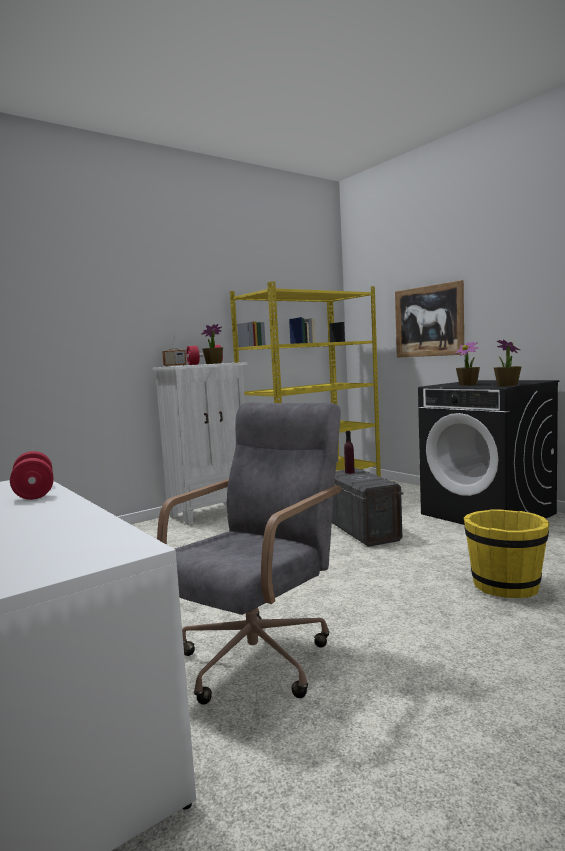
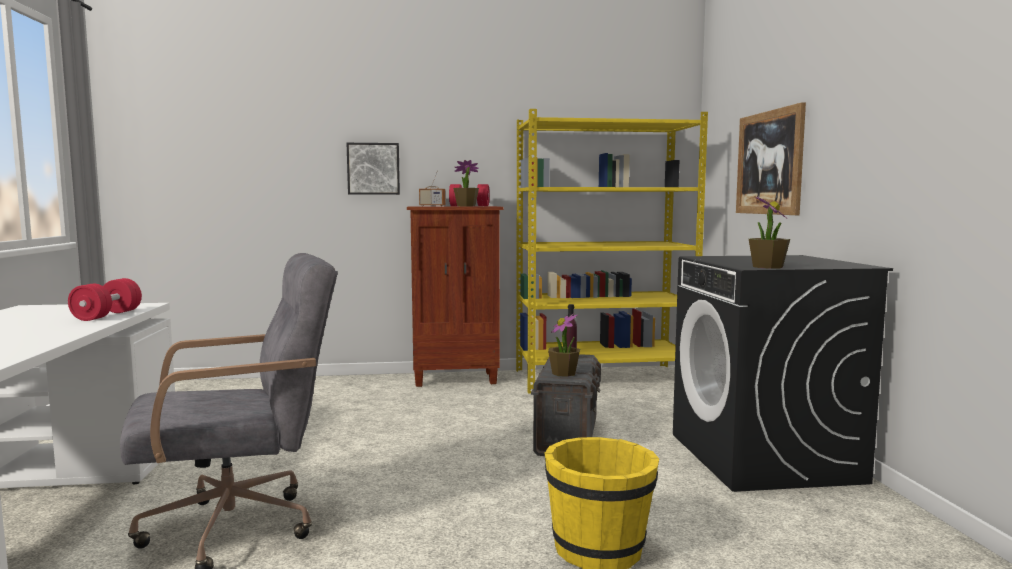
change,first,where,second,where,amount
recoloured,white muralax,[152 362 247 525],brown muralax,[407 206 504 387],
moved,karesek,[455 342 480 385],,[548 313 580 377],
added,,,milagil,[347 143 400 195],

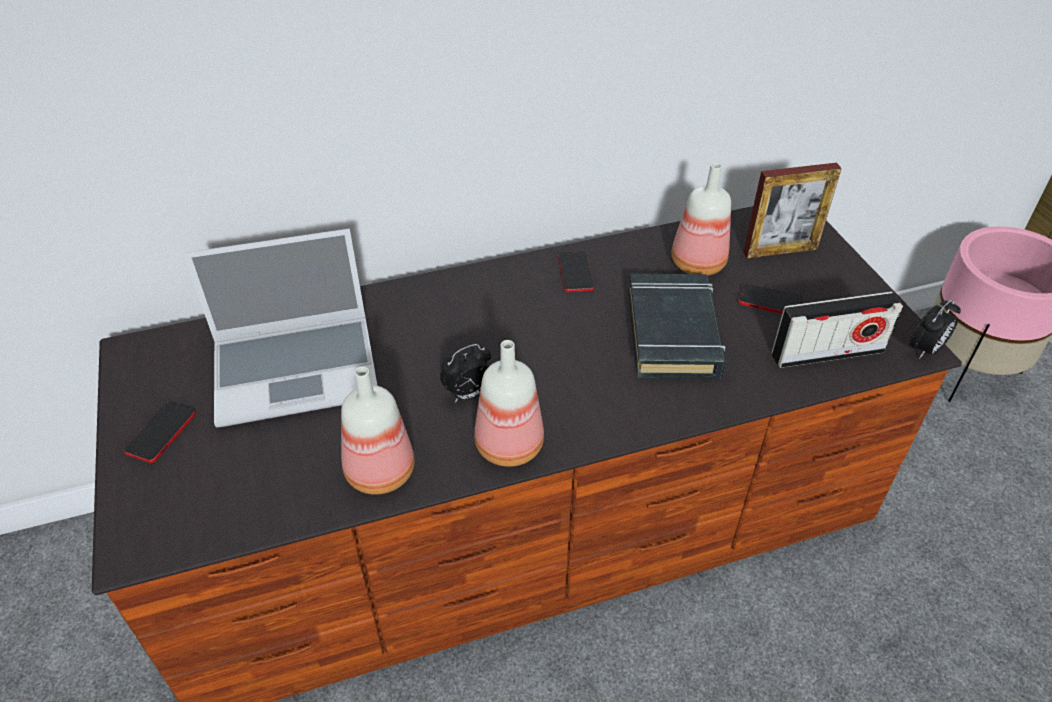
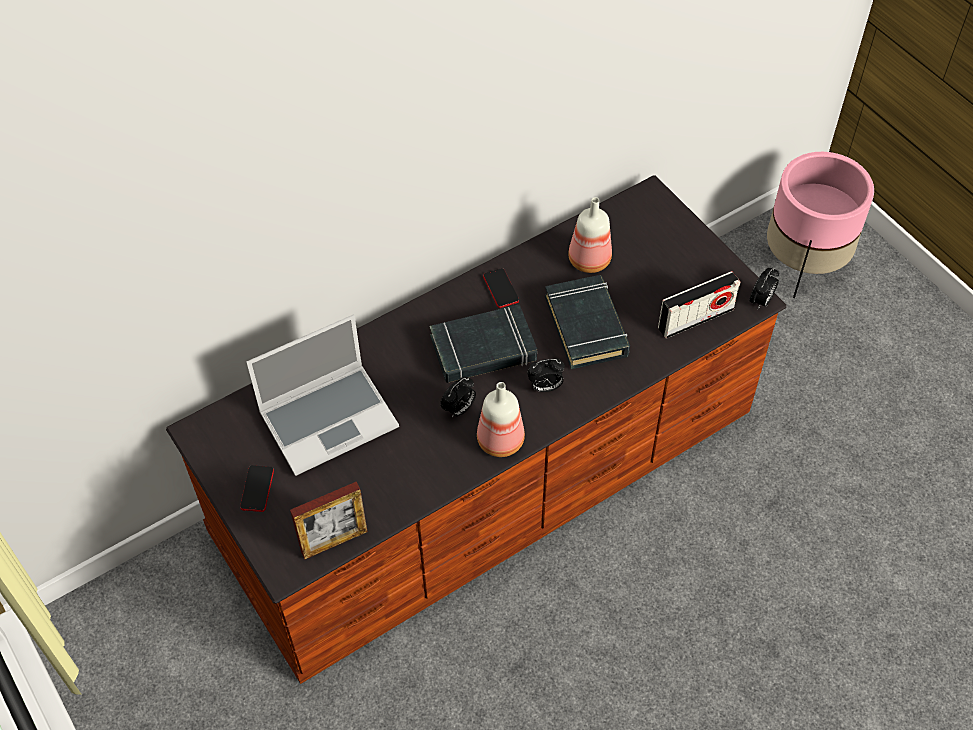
change,first,where,second,where,amount
removed,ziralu,[341 366 415 495],,,
removed,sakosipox,[738 283 803 314],,,
moved,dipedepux,[743 163 842 259],,[290 482 368 559],
added,,,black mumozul,[430 304 537 383],
added,,,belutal,[527 358 565 392],

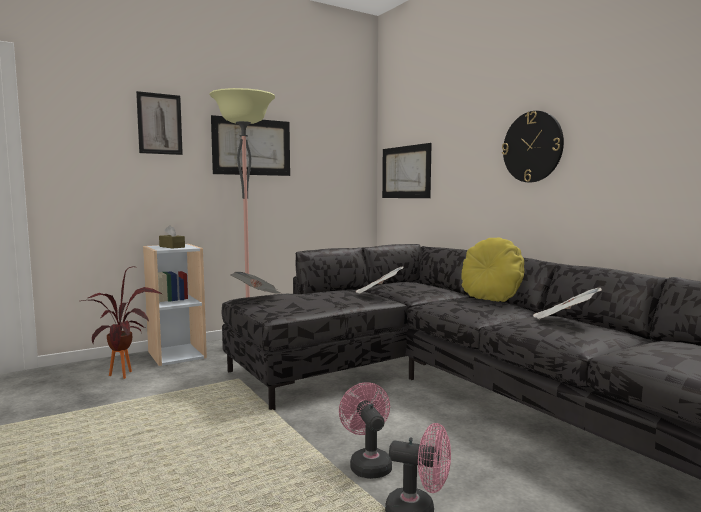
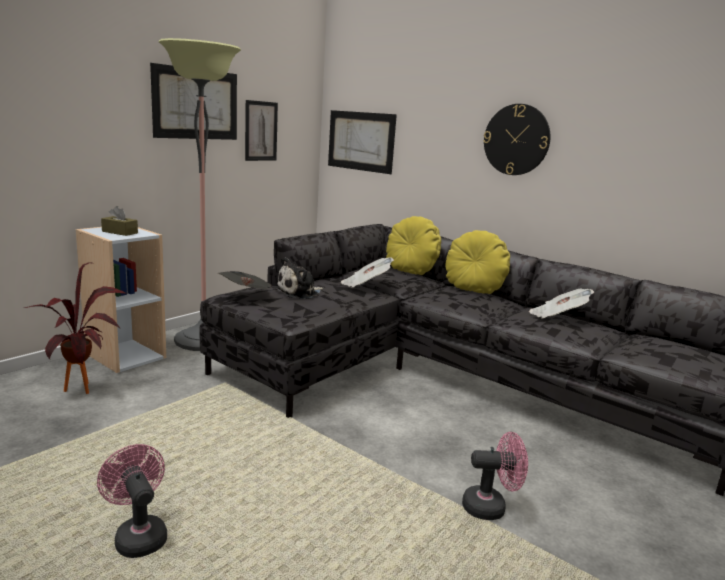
change,first,where,second,where,amount
moved,milagil,[136 91 183 155],,[245 100 278 161],
moved,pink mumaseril,[339 382 392 479],,[97 444 167 558],
added,,,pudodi,[275 257 324 299],
added,,,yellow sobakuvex,[386 216 441 275],

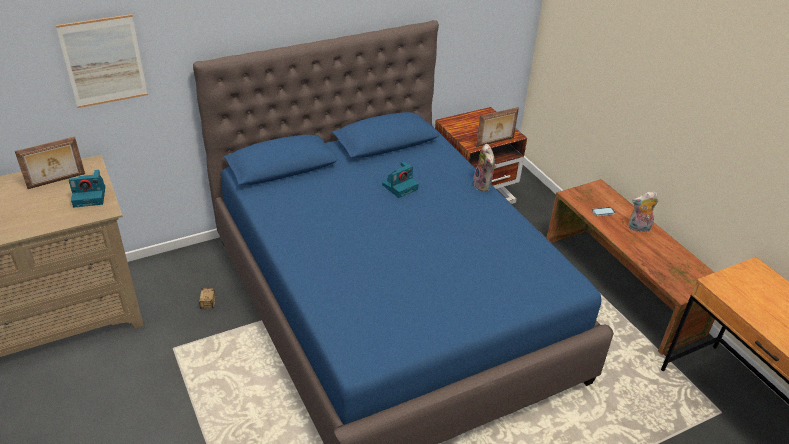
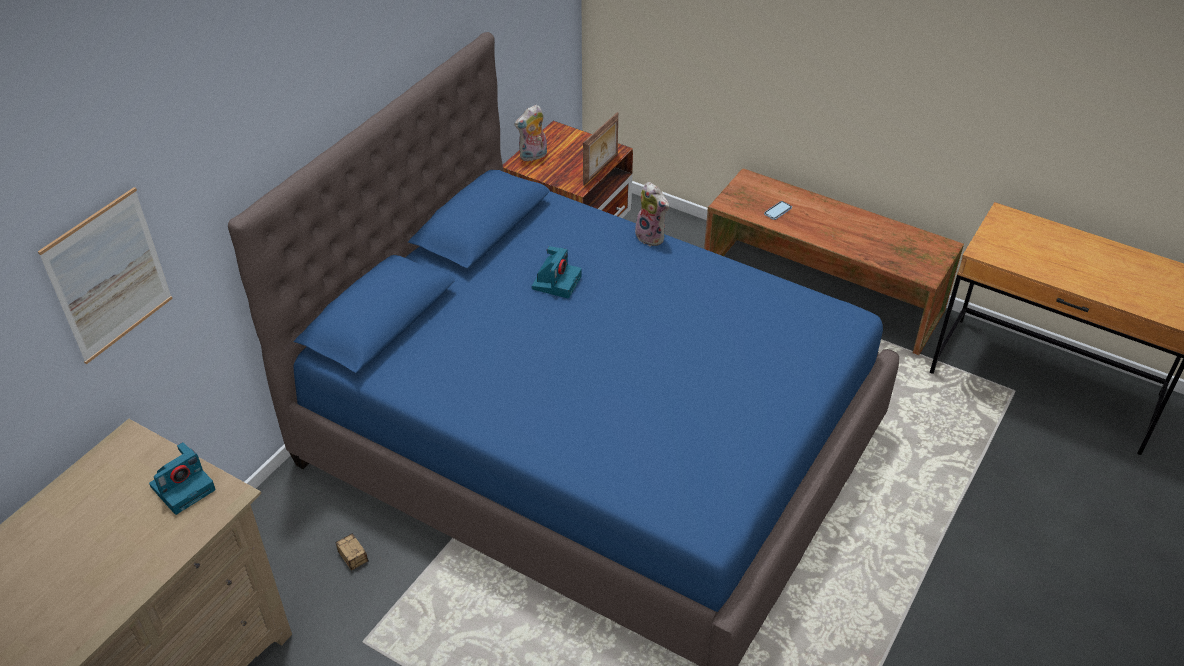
change,first,where,second,where,amount
removed,dipedepux,[15 137 85 189],,,
moved,pudodi,[629 191 658 232],,[514 105 547 161],

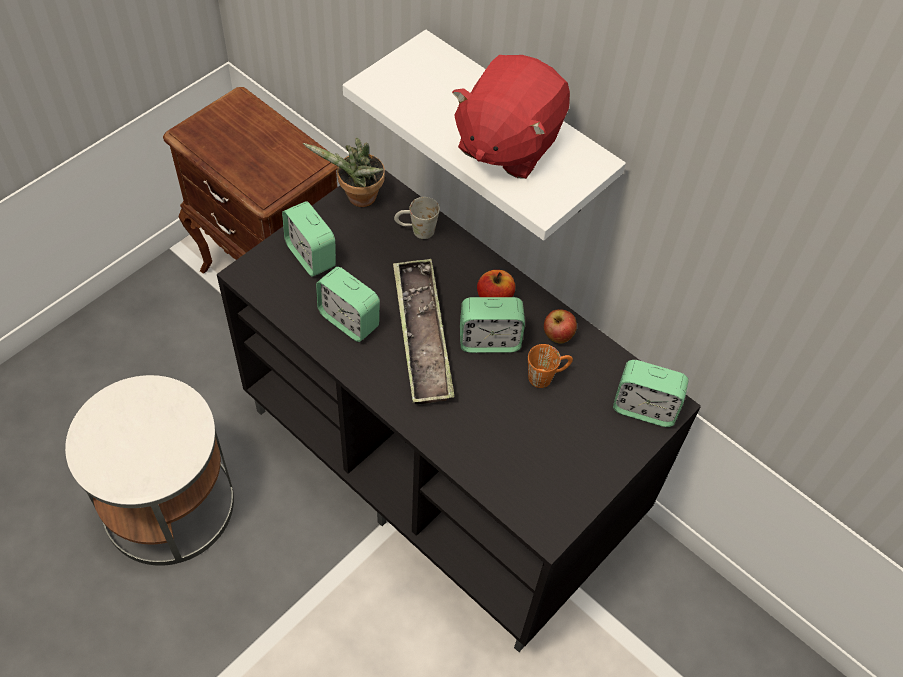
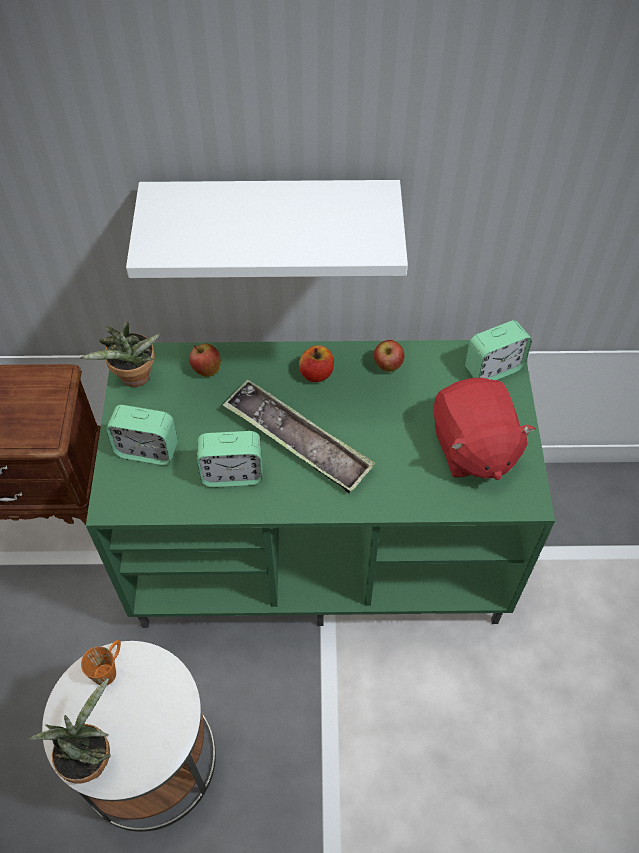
change,first,where,second,where,amount
recoloured,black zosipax,[217 170 701 652],green zosipax,[86 340 555 628],
replaced,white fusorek,[394 197 440 239],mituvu,[189 344 221 377],
moved,red pudodi,[452 55 570 179],,[434 377 535 480],
removed,belutal,[460 297 525 353],,,
moved,orange fusorek,[528 344 573 388],,[81 640 121 685],
added,,,karesek,[27 678 111 783],

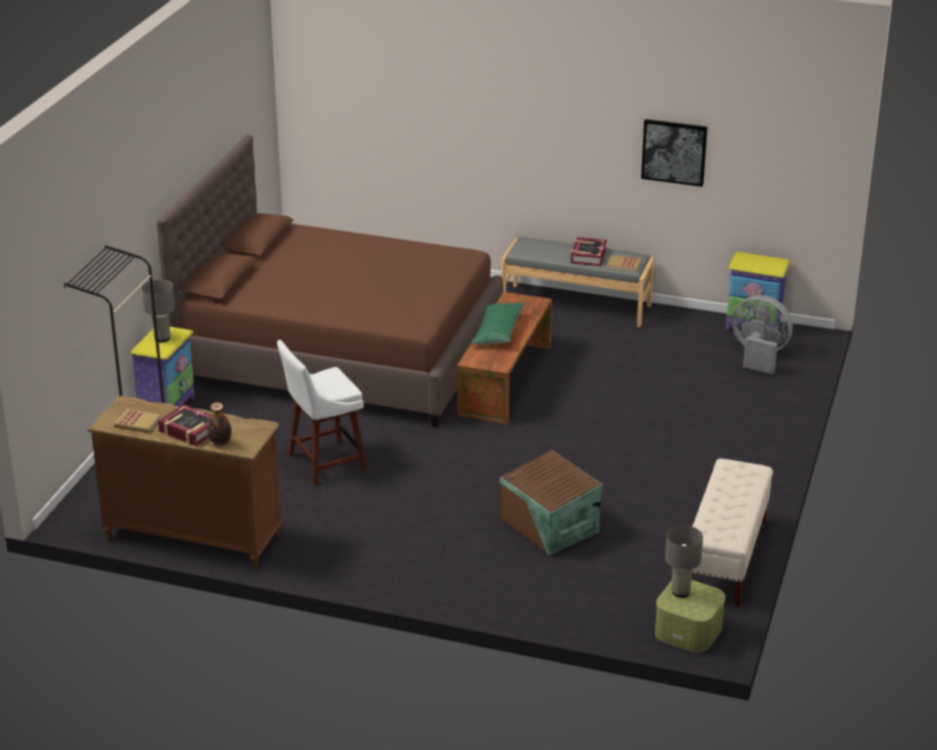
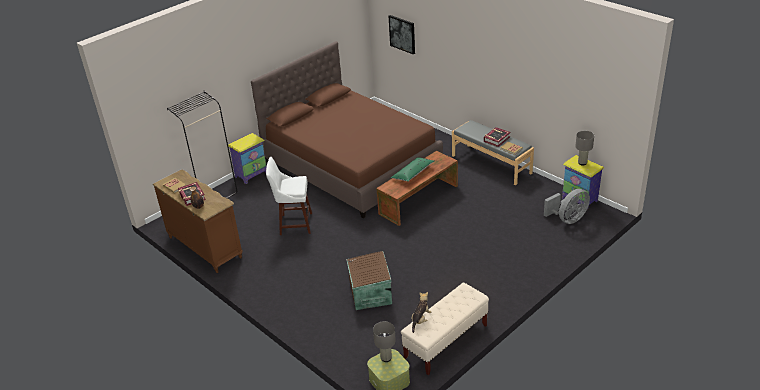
change,first,where,second,where,amount
moved,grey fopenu,[142 279 175 343],,[576 131 594 165],
moved,milagil,[641 119 708 187],,[389 15 415 55],
turned,grey mumaseril,[732 295 793 375],,[544 189 590 224],90 degrees clockwise
added,,,pudodi,[411 292 431 333],

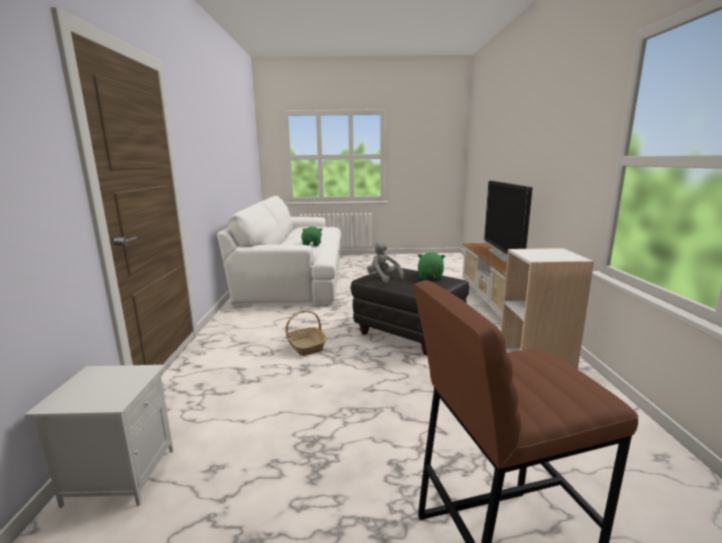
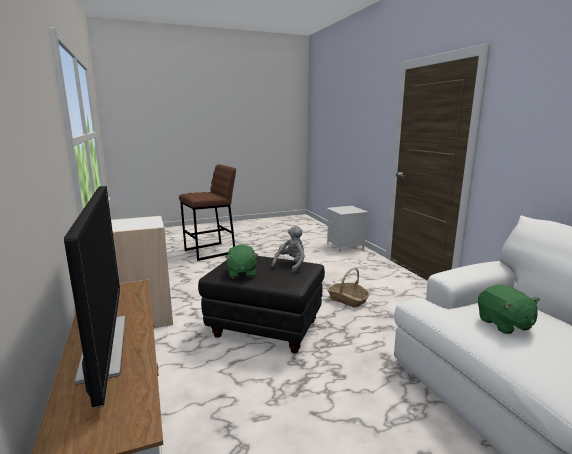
change,first,where,second,where,amount
turned,grey pudodi,[367 241 405 283],,[272 225 305 273],90 degrees counterclockwise

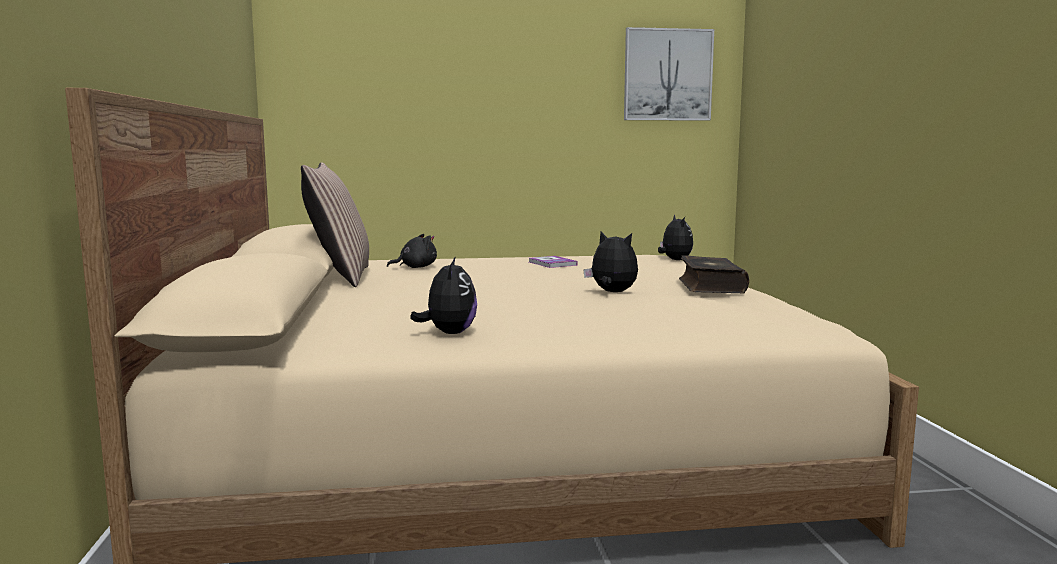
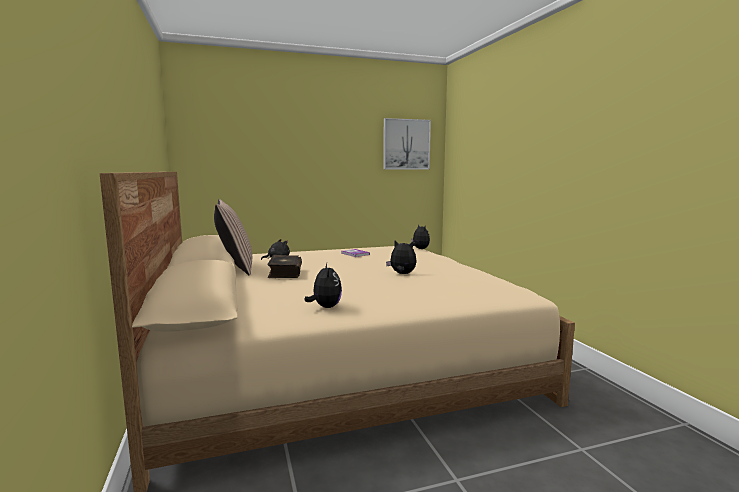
change,first,where,second,where,amount
moved,mumozul,[679 255 749 294],,[267 255 302 278],

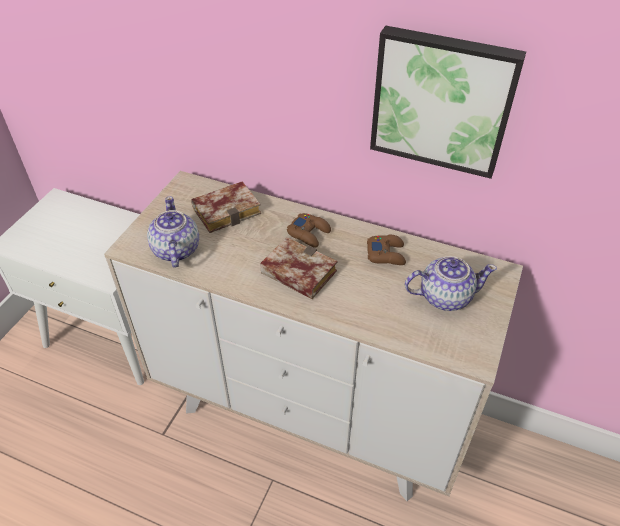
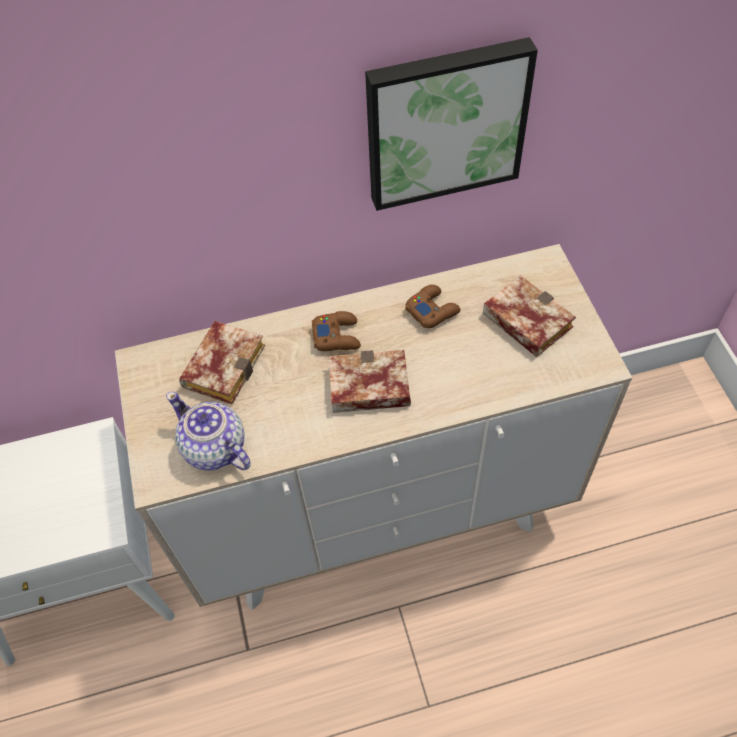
change,first,where,second,where,amount
replaced,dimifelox,[405 256 497 311],mumozul,[483 275 576 357],

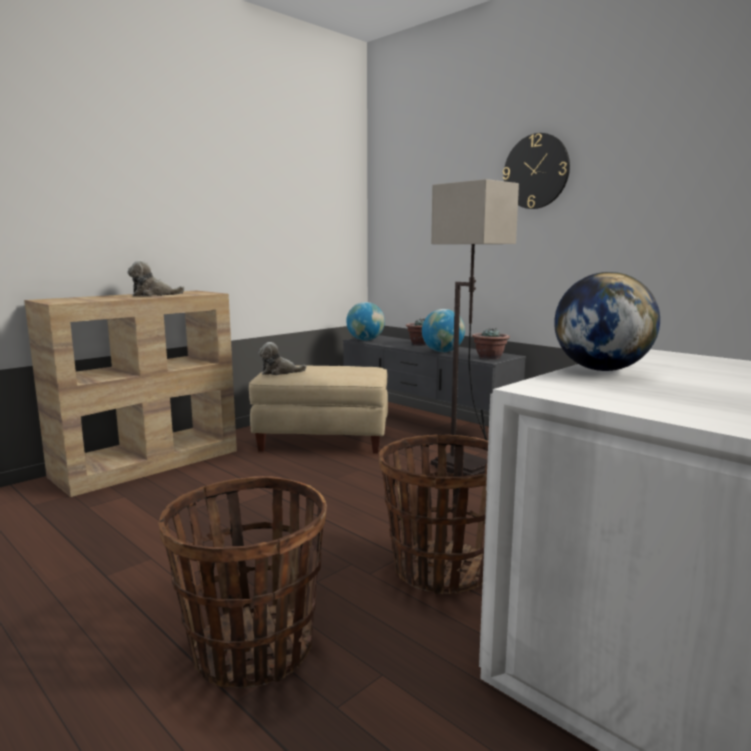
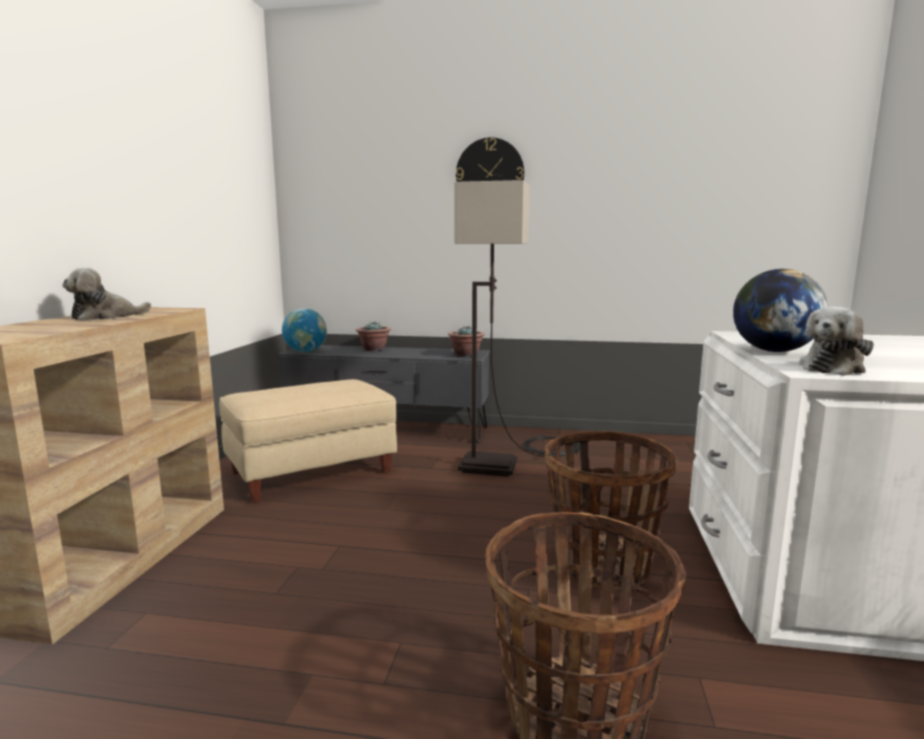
change,first,where,second,where,amount
moved,pudodi,[258 342 307 375],,[799 306 874 376],
removed,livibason,[422 309 465 352],,,

